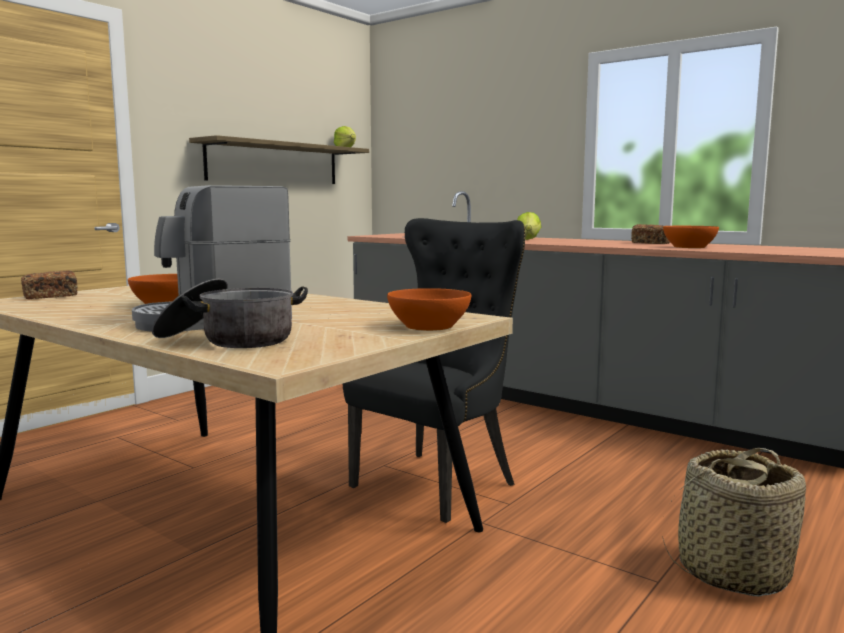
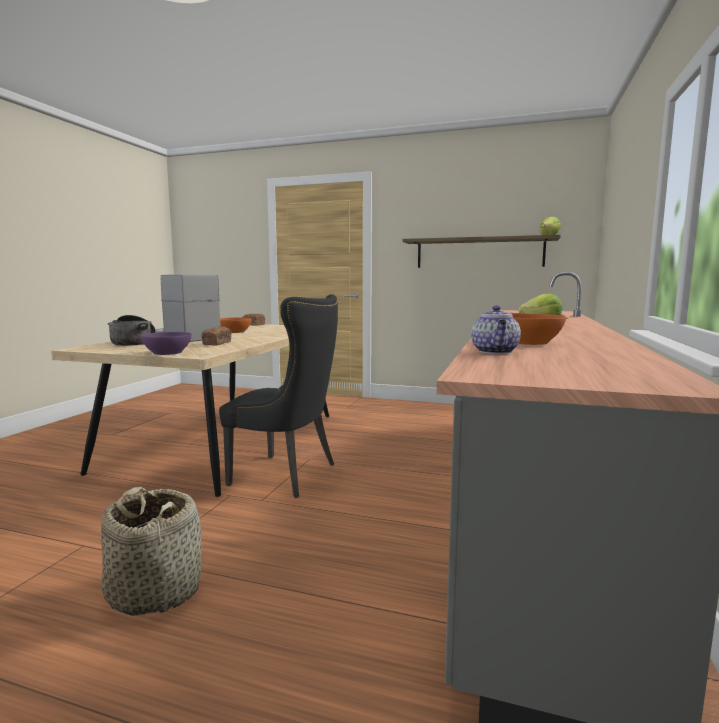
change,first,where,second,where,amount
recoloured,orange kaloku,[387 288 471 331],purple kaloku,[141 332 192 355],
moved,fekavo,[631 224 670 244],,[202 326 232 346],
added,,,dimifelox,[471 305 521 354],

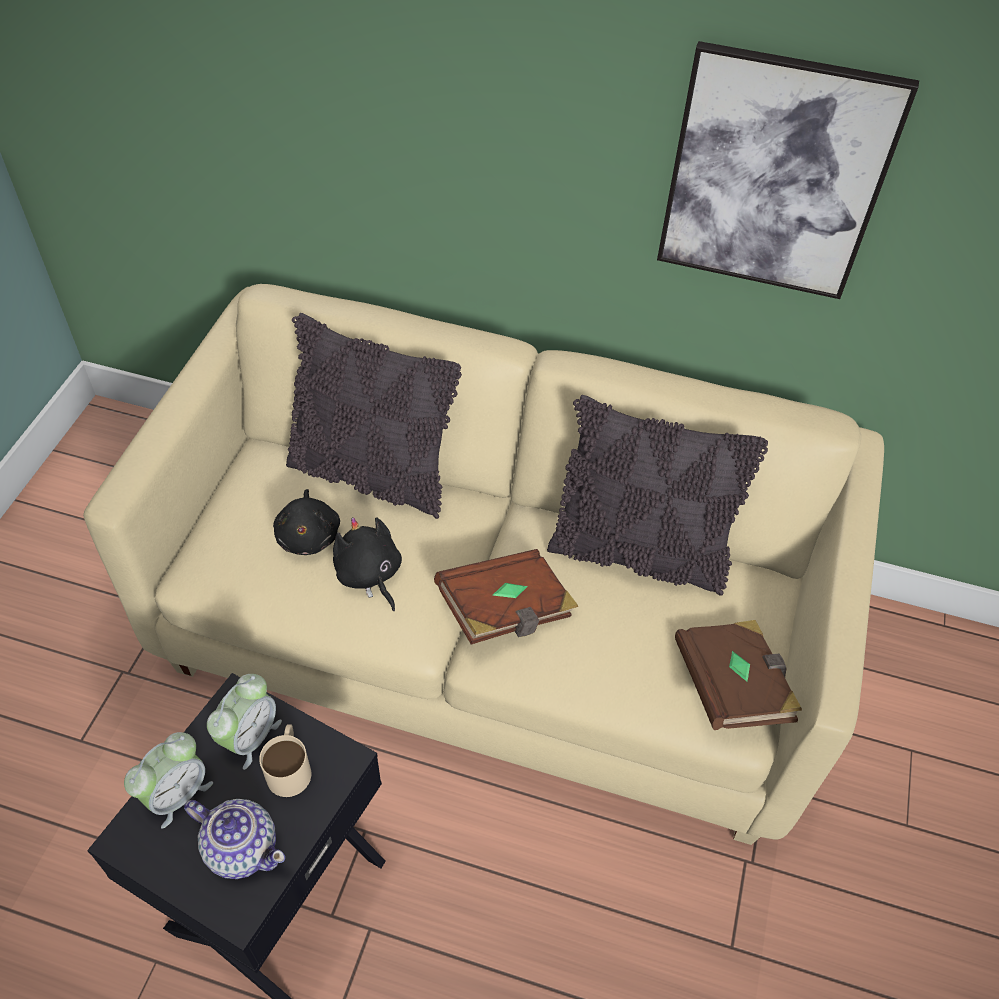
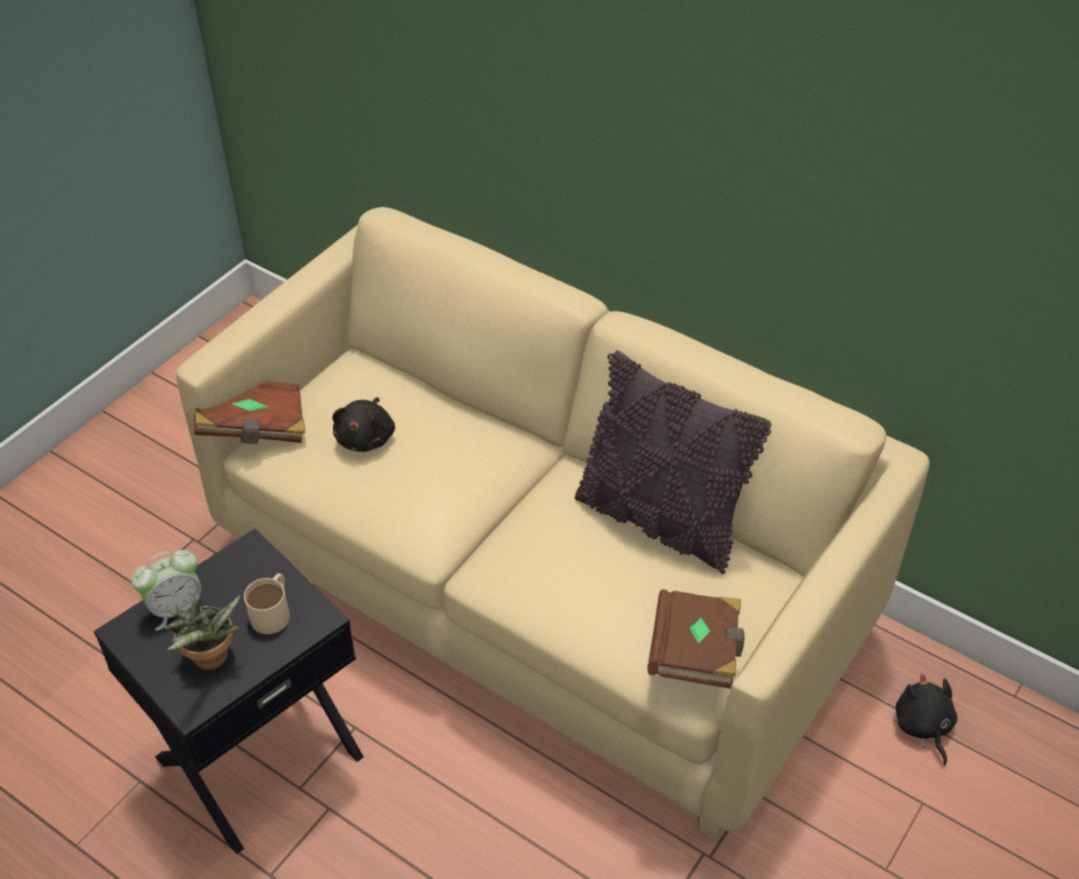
change,first,where,second,where,amount
replaced,dimifelox,[184 799 285 879],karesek,[165 595 241 670],
removed,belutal,[207 674 282 770],,,
removed,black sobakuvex,[286 313 462 519],,,
moved,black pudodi,[333 517 402 611],,[896 673 957 765],
moved,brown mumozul,[434 549 578 645],,[194 382 305 444],
removed,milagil,[657 41 919 299],,,

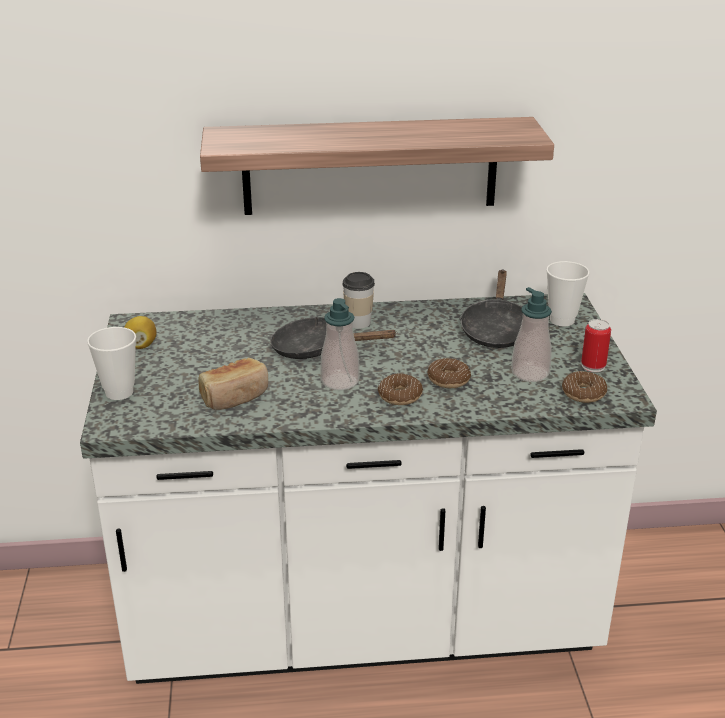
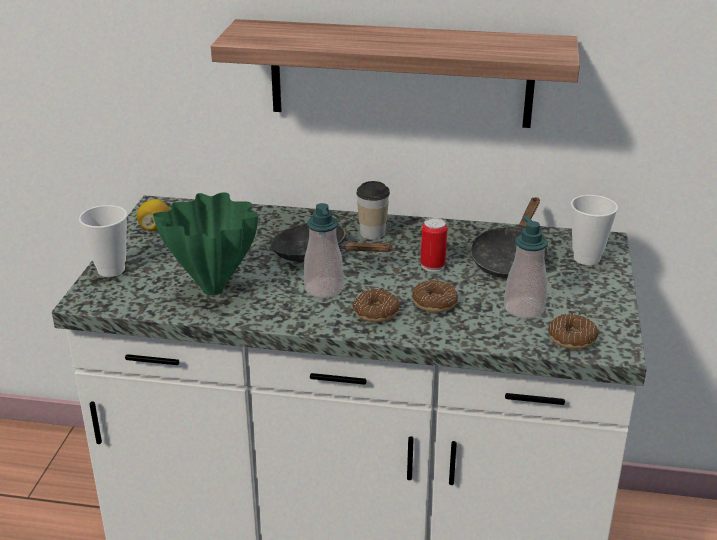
change,first,where,second,where,amount
replaced,fekavo,[198 358 268 410],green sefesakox,[153 192 258 295],
moved,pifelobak,[581 319 611 372],,[421 218 447 272],

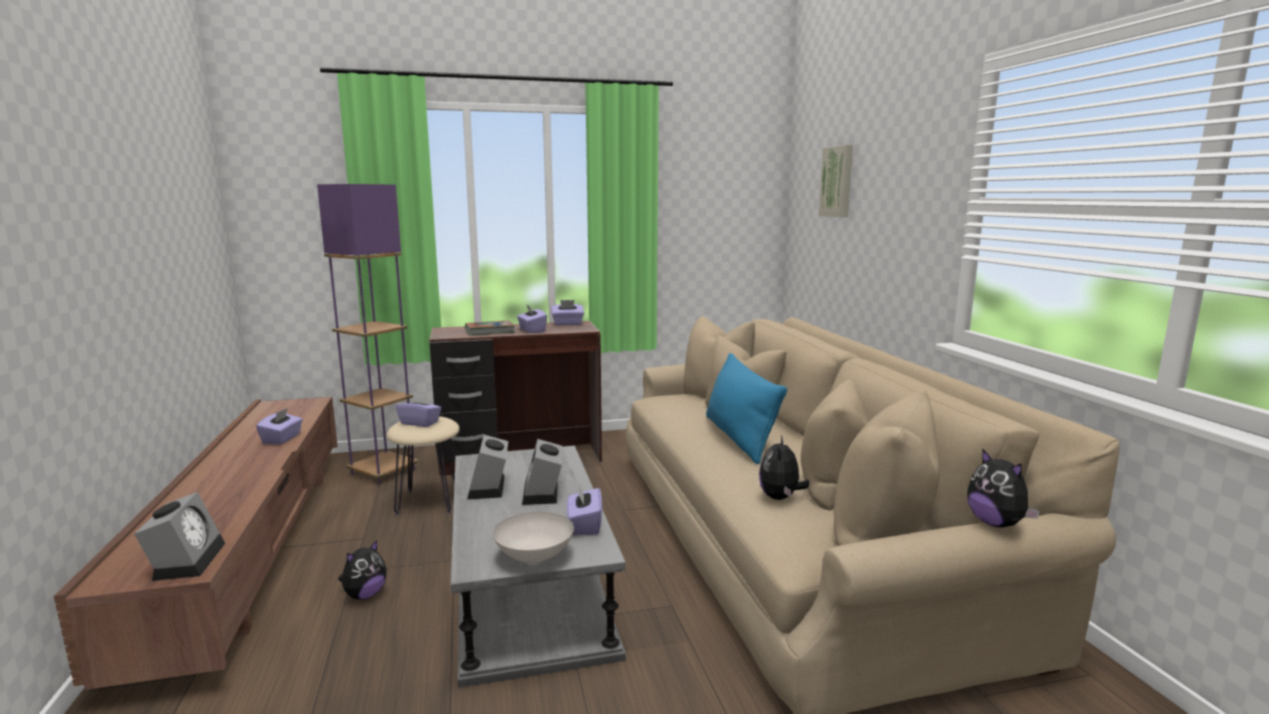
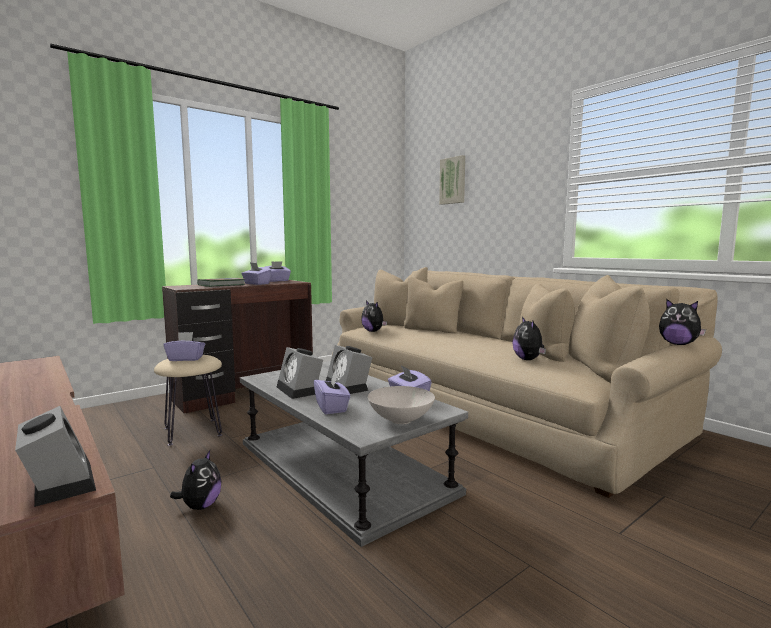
change,first,where,second,where,amount
moved,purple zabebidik,[256 408 303 445],,[314 371 350 414],
removed,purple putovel,[317 184 418 485],,,
removed,blue sobakuvex,[706 353 787 464],,,
added,,,pudodi,[361 300 387 332],

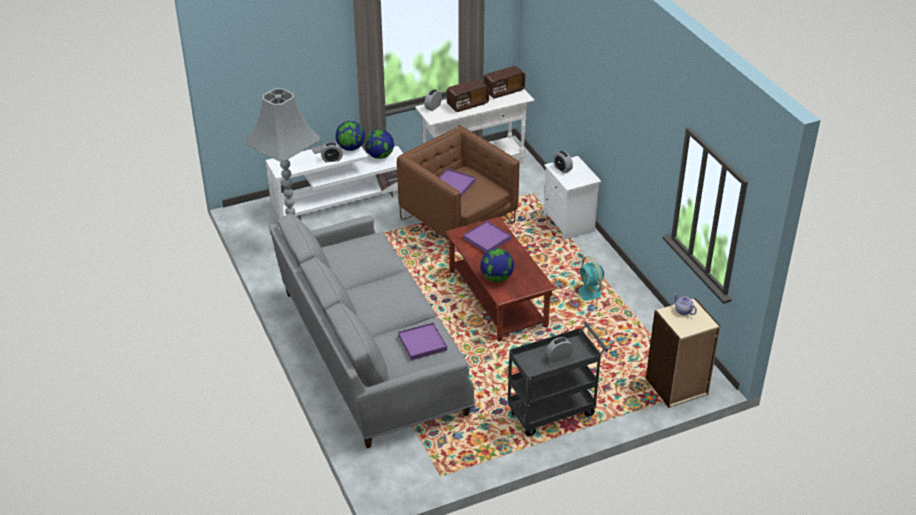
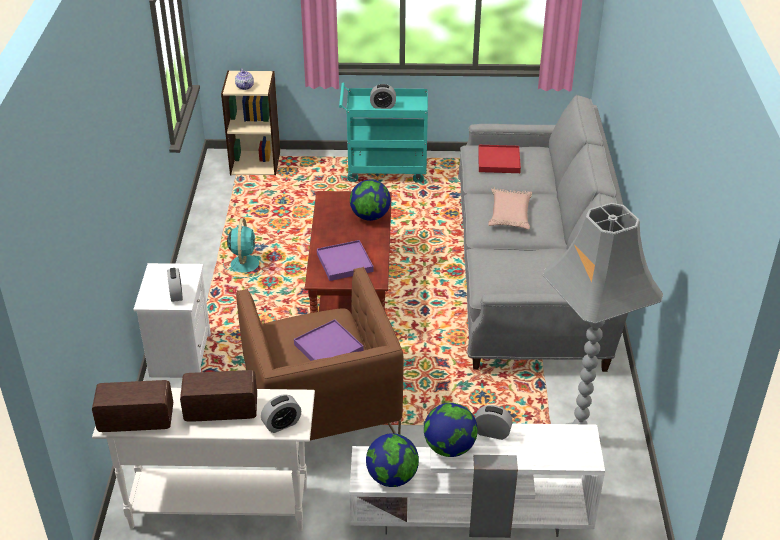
change,first,where,second,where,amount
recoloured,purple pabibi,[398 322 447 360],red pabibi,[478 145 521 173],
recoloured,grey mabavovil,[508 322 608 436],turquoise mabavovil,[339 83 428 183],
added,,,beige sobakuvex,[488 187 532 229],

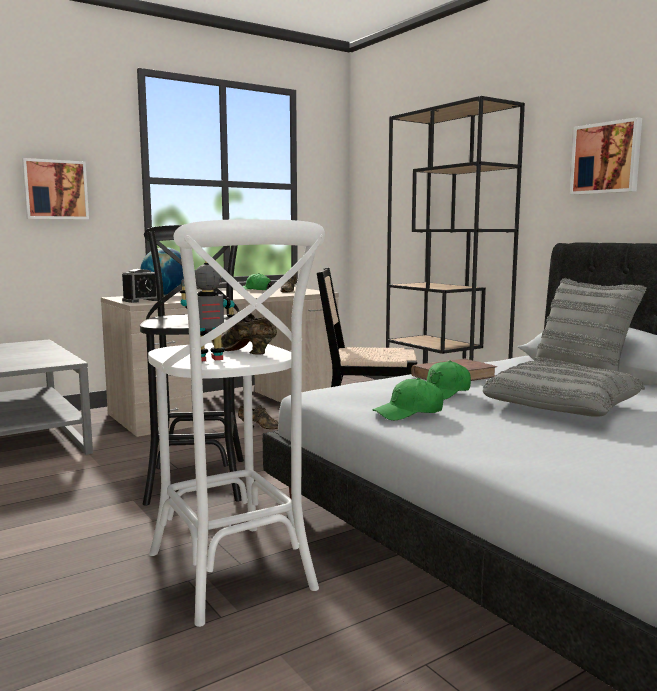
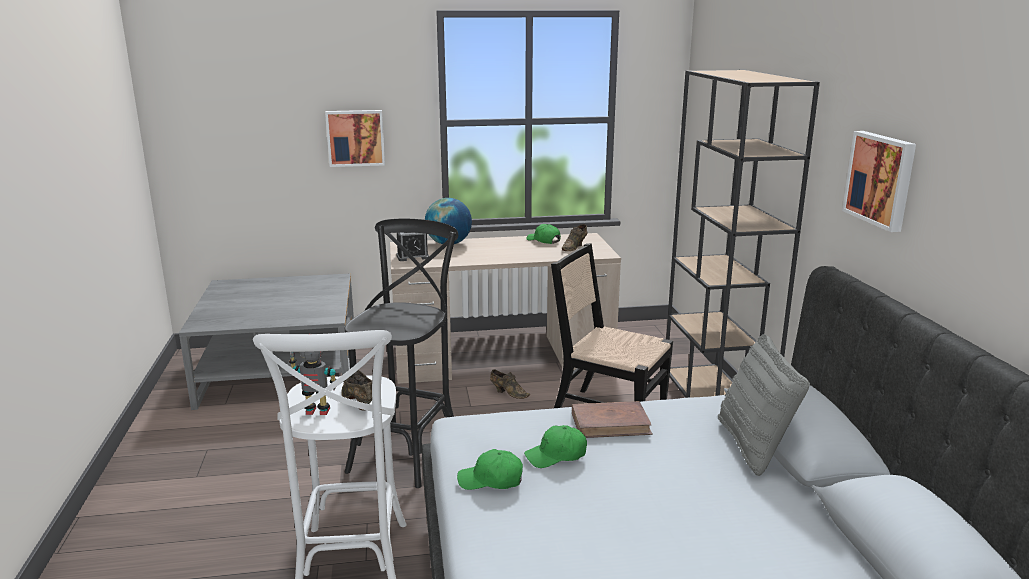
change,first,where,second,where,amount
removed,grey sobakuvex,[483 360 645 417],,,

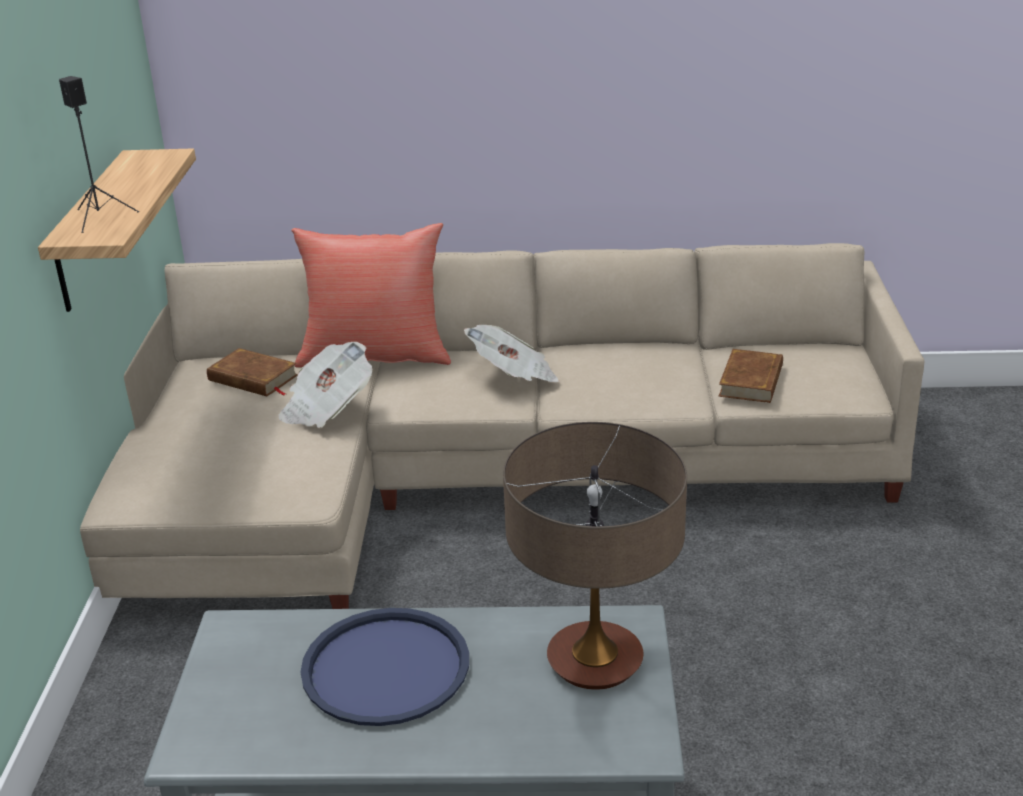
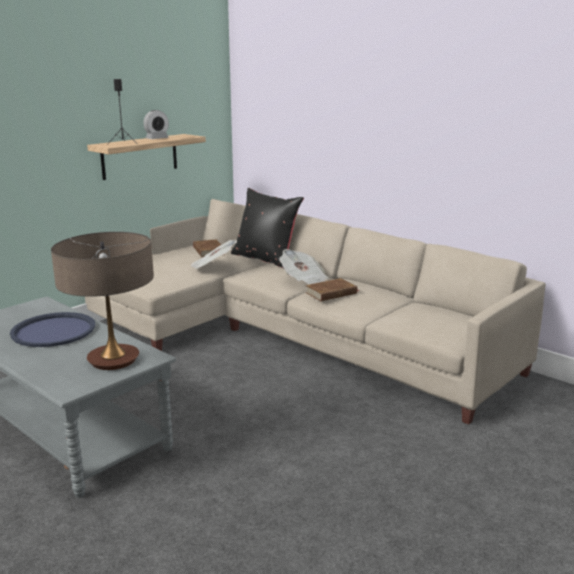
change,first,where,second,where,amount
recoloured,red sobakuvex,[291 223 451 368],black sobakuvex,[231 188 304 268],
moved,brown mumozul,[719 349 783 403],,[305 278 359 301],
added,,,belutal,[143 110 169 139],

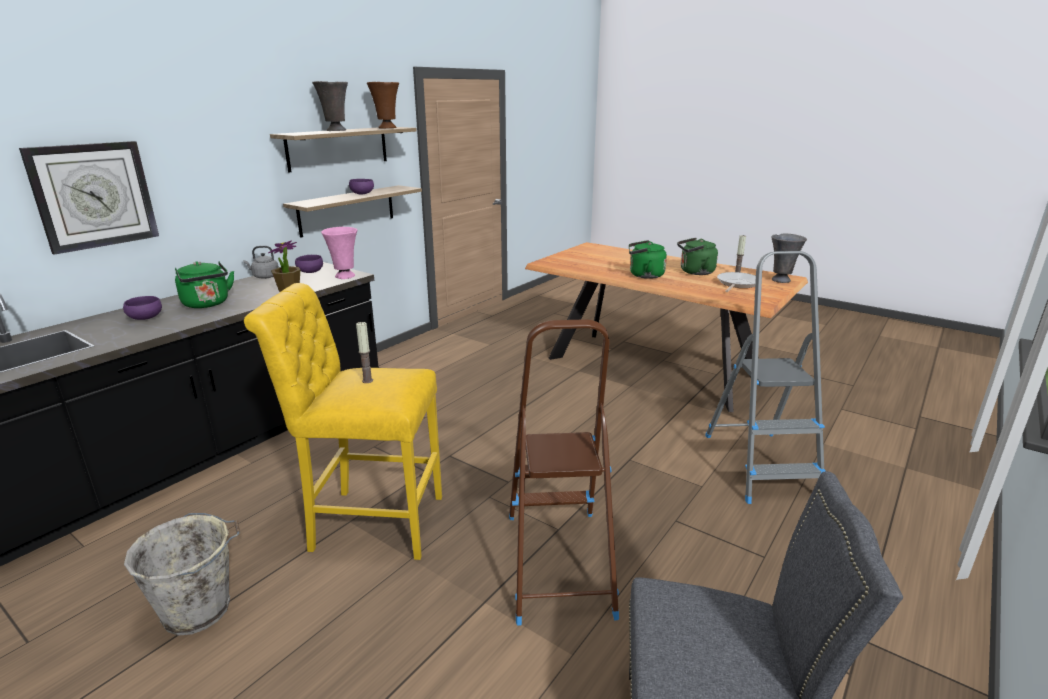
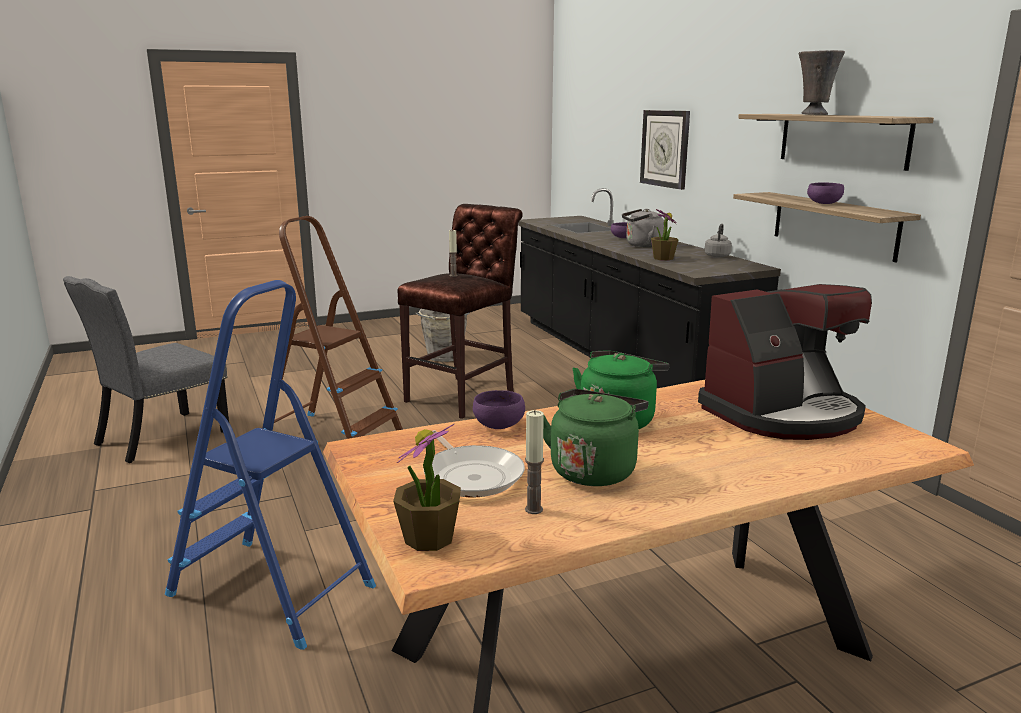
change,first,where,second,where,amount
recoloured,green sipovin,[175 261 234 308],grey sipovin,[622 209 664 247],
recoloured,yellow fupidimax,[244 283 442 560],brown fupidimax,[398 204 523 419],
moved,purple kaloku,[295 255 323 273],,[473 390 525 429],
removed,pink sefesakox,[321 227 357 279],,,
removed,brown sefesakox,[367 82 399 129],,,
recoloured,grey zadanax,[705 251 826 504],blue zadanax,[165 280 376 650],
replaced,grey sefesakox,[771 234 807 283],karesek,[393 424 461 551],
added,,,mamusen,[698 284 872 440],

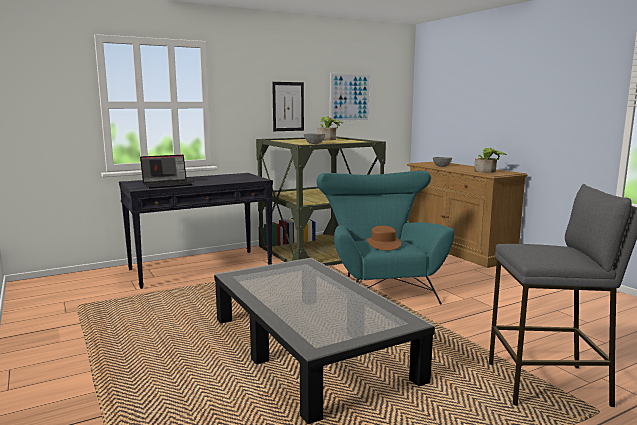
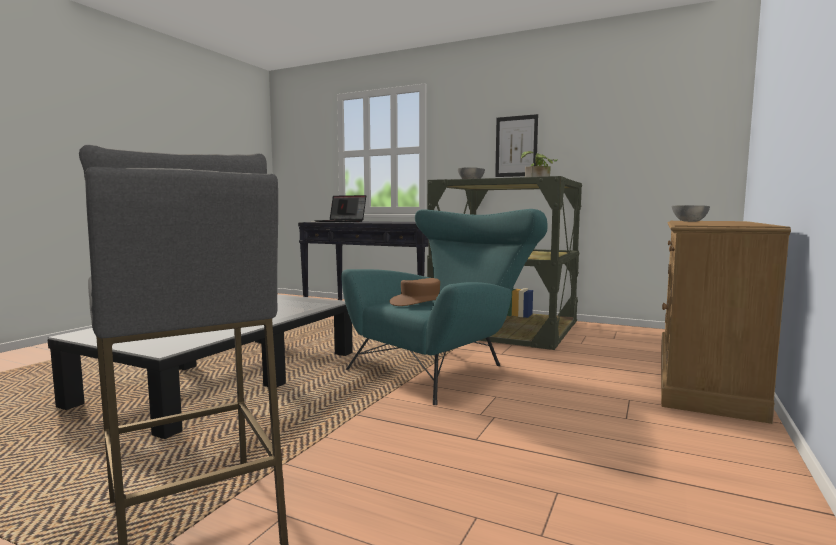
change,first,where,second,where,amount
removed,milagil,[330 73 371 122],,,
removed,karesek,[474 148 506 173],,,

